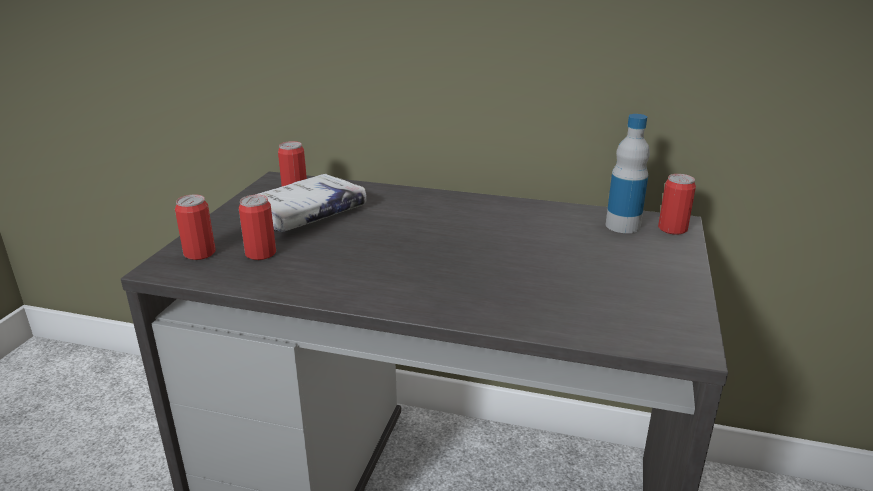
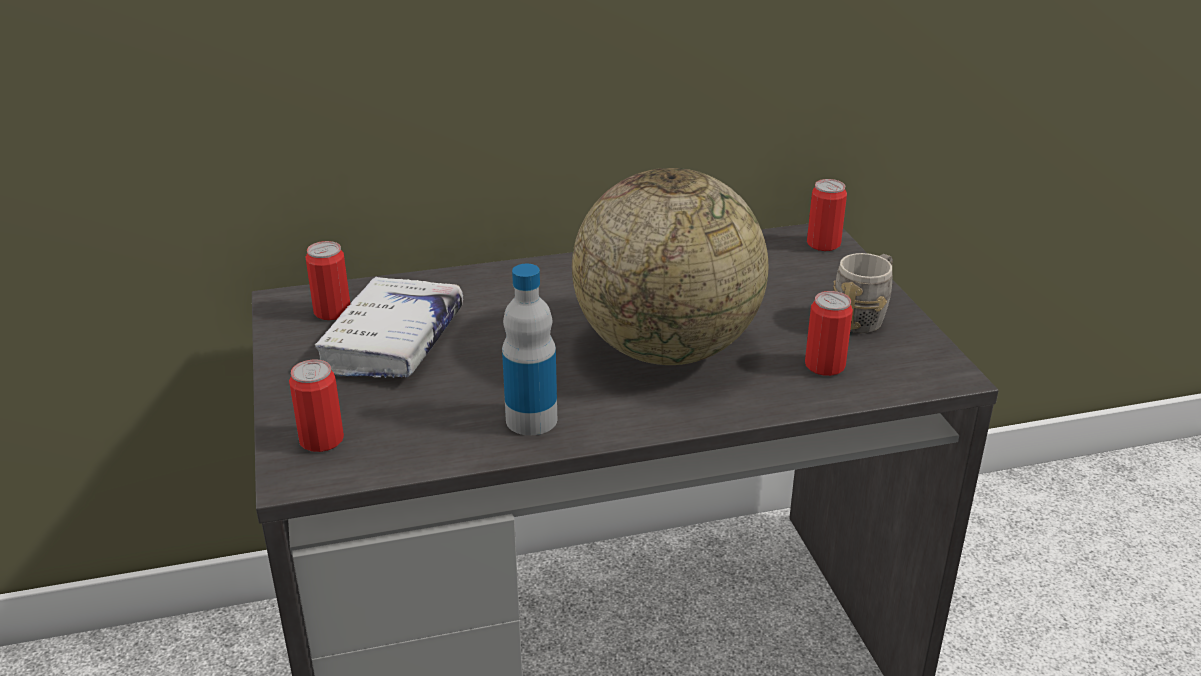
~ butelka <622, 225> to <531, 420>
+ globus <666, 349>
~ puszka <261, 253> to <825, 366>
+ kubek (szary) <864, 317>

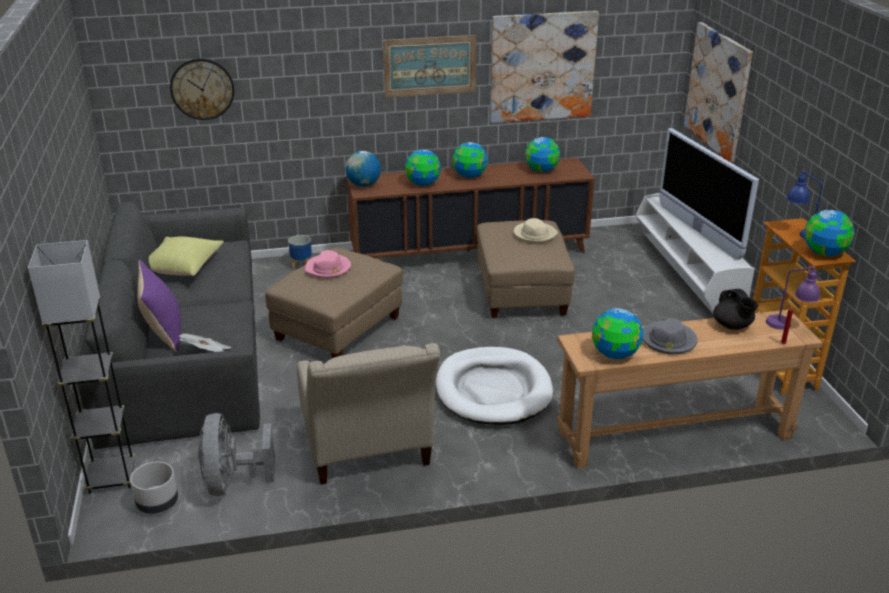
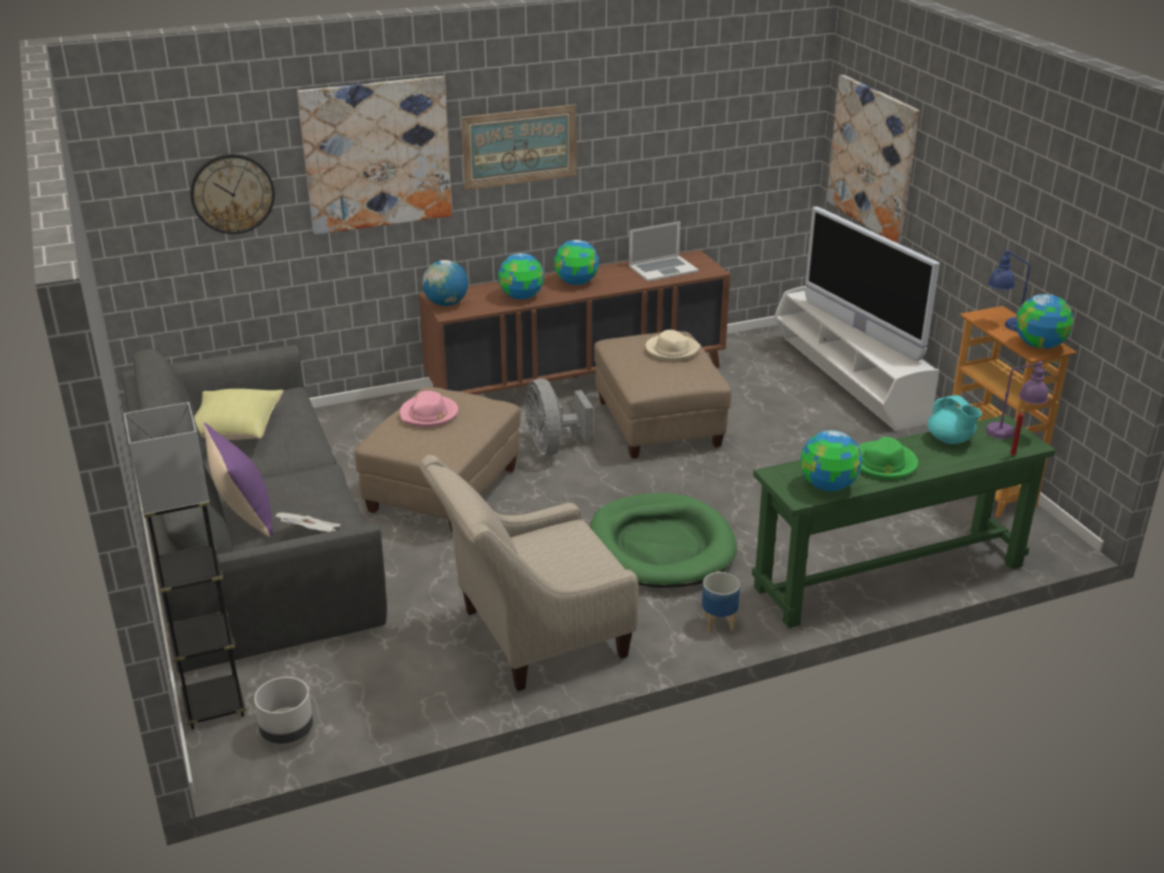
~ obraz <542, 67> to <377, 155>
~ fotel (beżowy) <368, 451> = <532, 637> 90 degrees clockwise
~ wentylator (szary) <232, 482> to <553, 447>
~ legowisko (biały) <493, 390> to legowisko (zielony) <660, 546>
~ globus <541, 170> to laptop <663, 269>
~ donica <302, 266> to <718, 622>
~ stolik konsolowy (brązowy) <674, 434> to stolik konsolowy (zielony) <889, 576>
~ kapelusz (szary) <668, 340> to kapelusz (zielony) <883, 464>
~ imbryk (czarny) <732, 326> to imbryk (turkusowy) <950, 440>

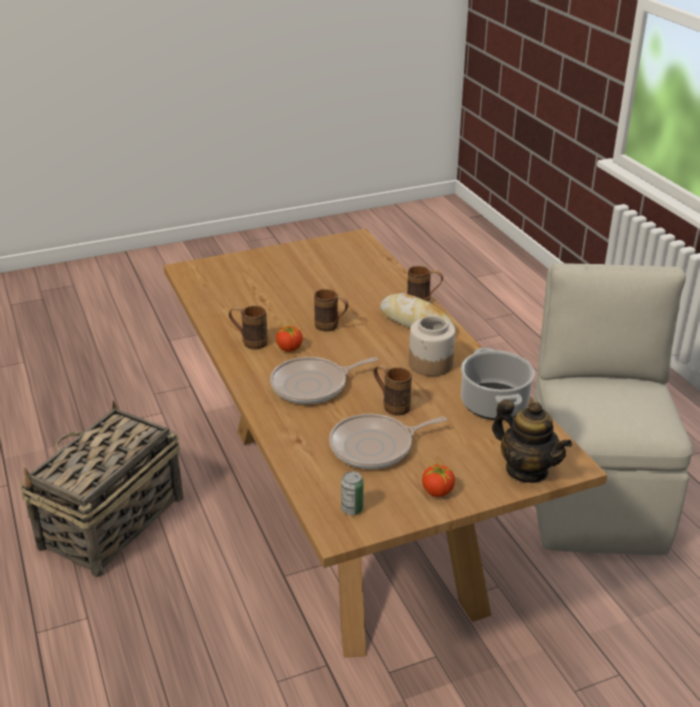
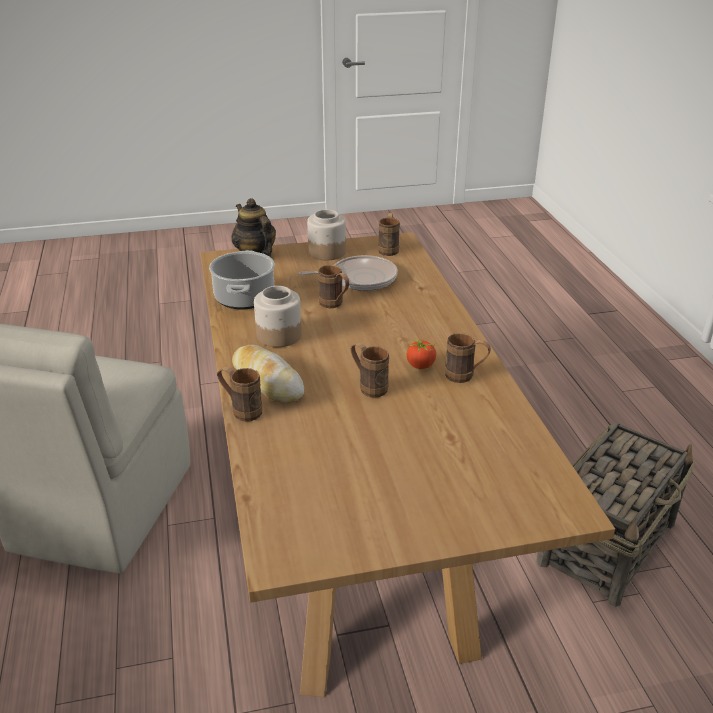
~ pomidor <437, 491> to słoik <326, 252>
~ puszka <352, 509> to kubek (brązowy) <389, 249>
- patelnia <313, 385>

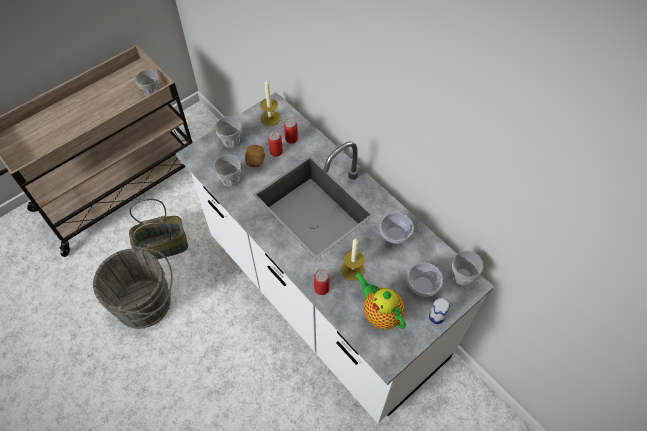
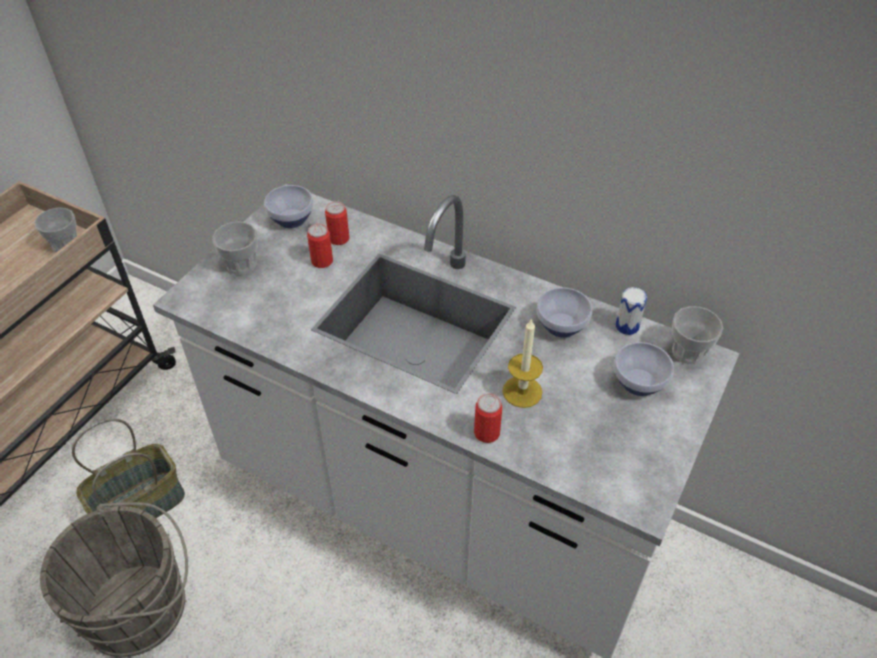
~ świeca <270, 118> to miska <293, 219>
~ puszka <436, 316> to <627, 326>
- filiżanka <230, 179>
- ziemniak <255, 160>
- imbryk <380, 313>

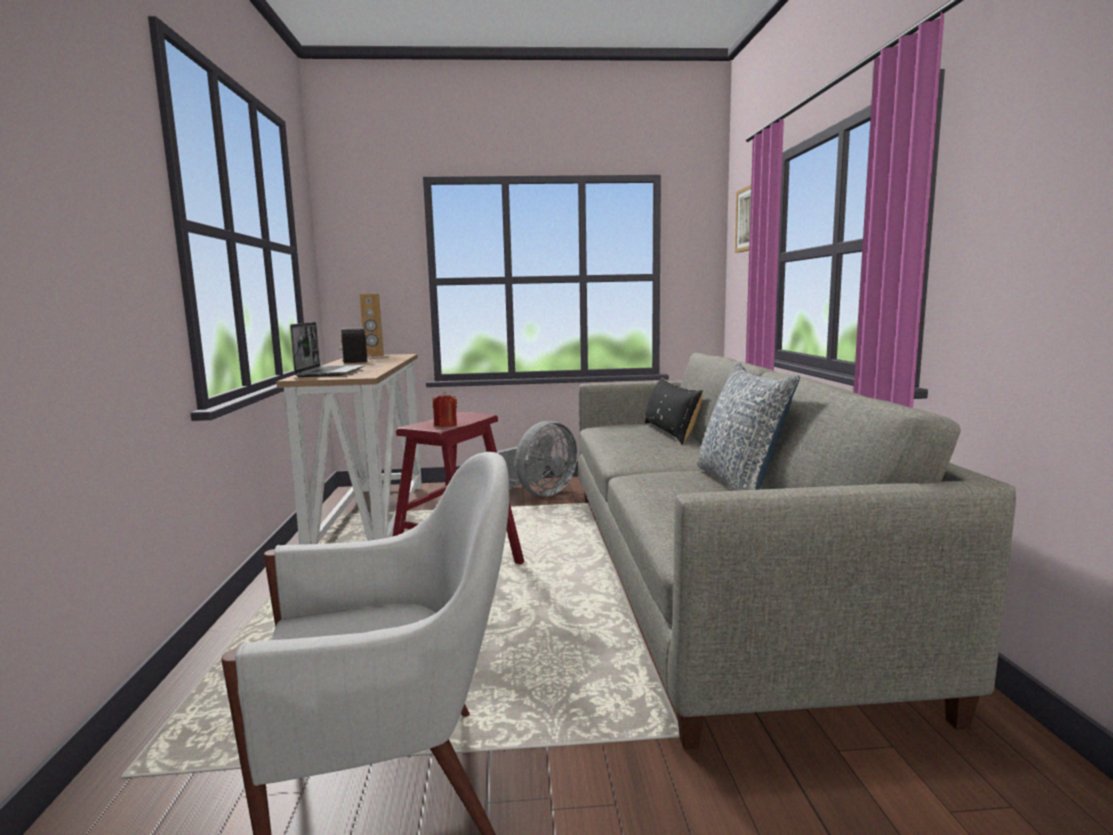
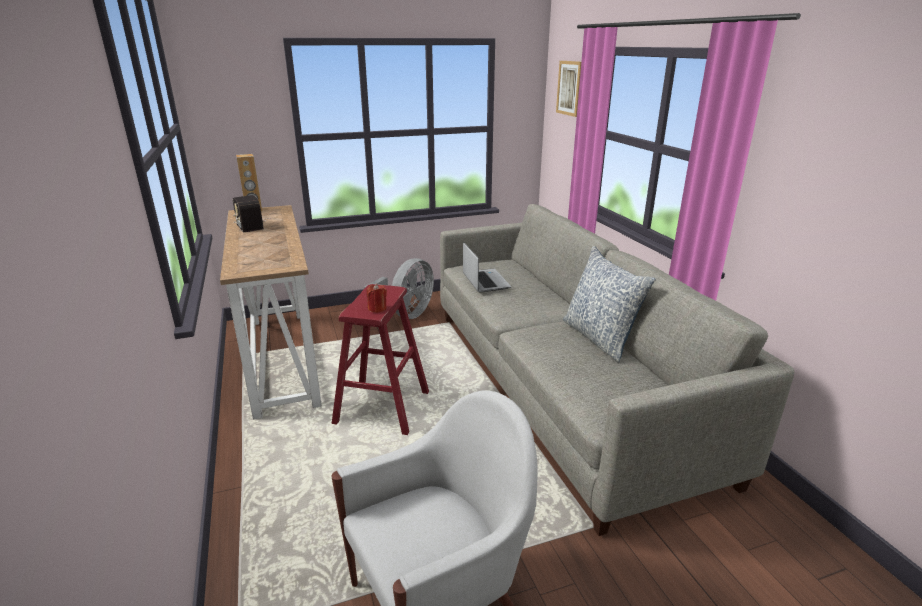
~ laptop <330, 372> to <485, 281>
- poduszka (czarny) <670, 432>

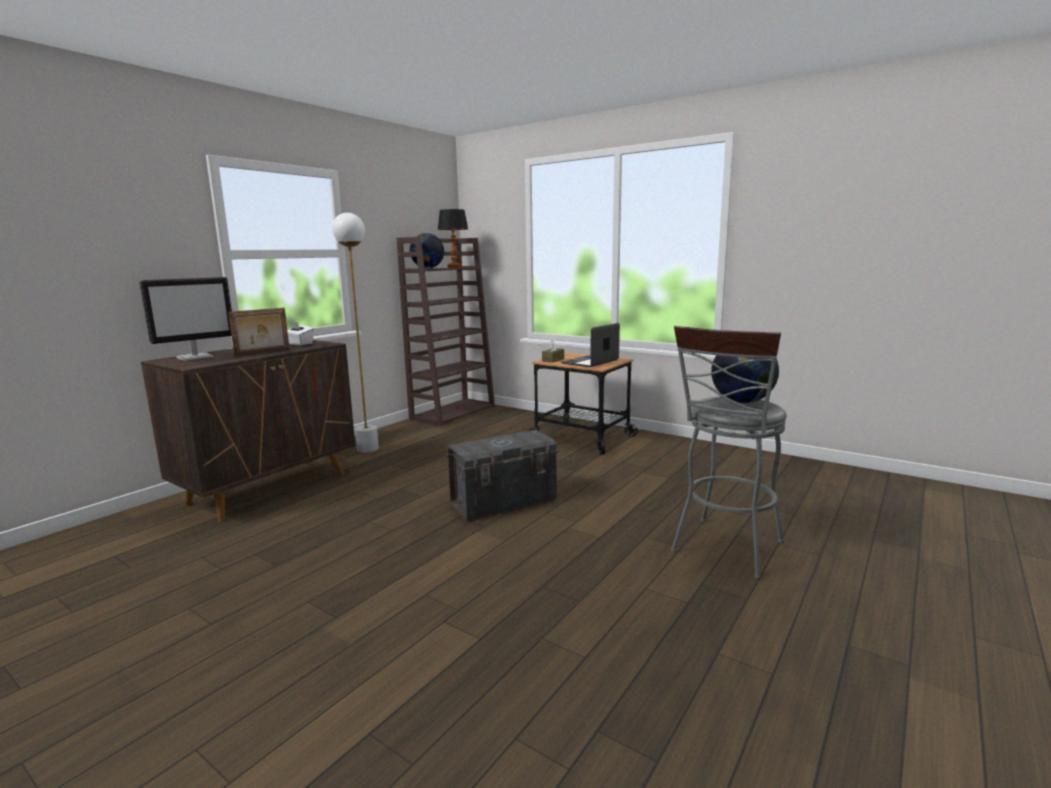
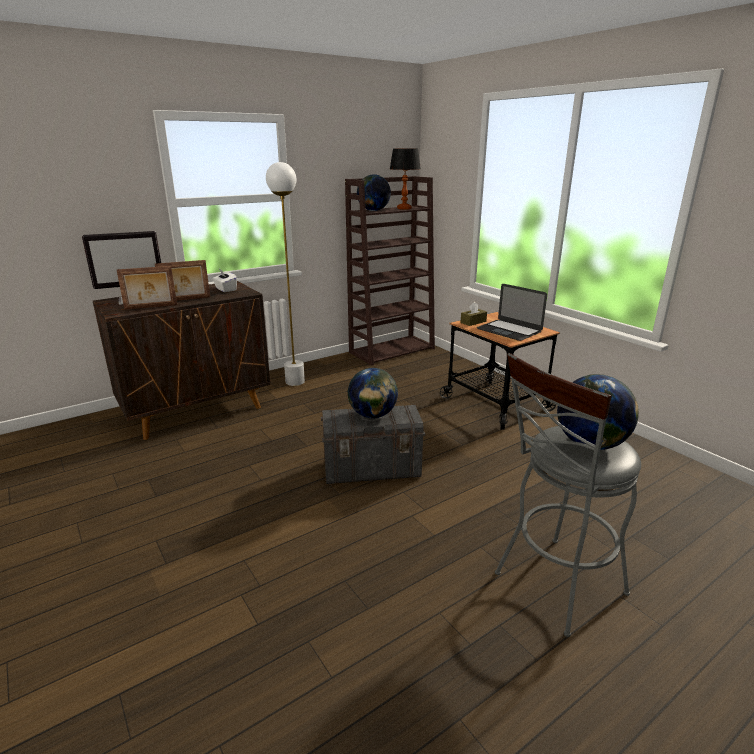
+ ramka na zdjęcie <151, 307>
+ globus <372, 415>
~ laptop <590, 362> = <509, 330> 105 degrees counterclockwise

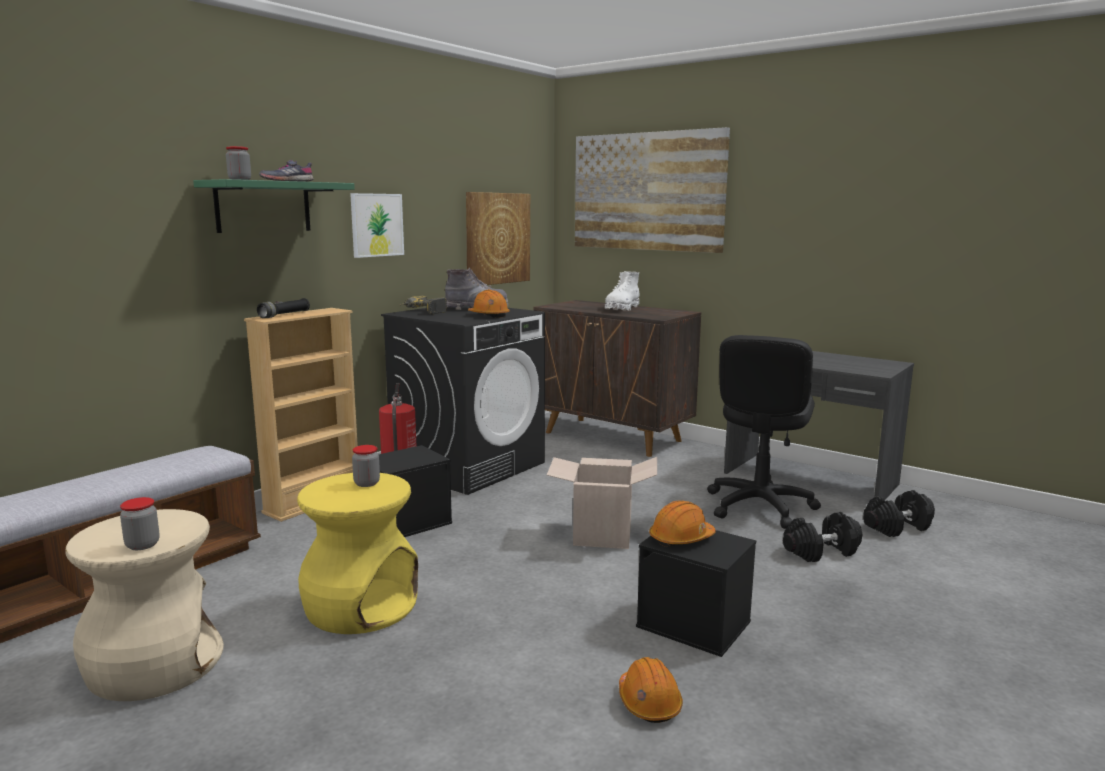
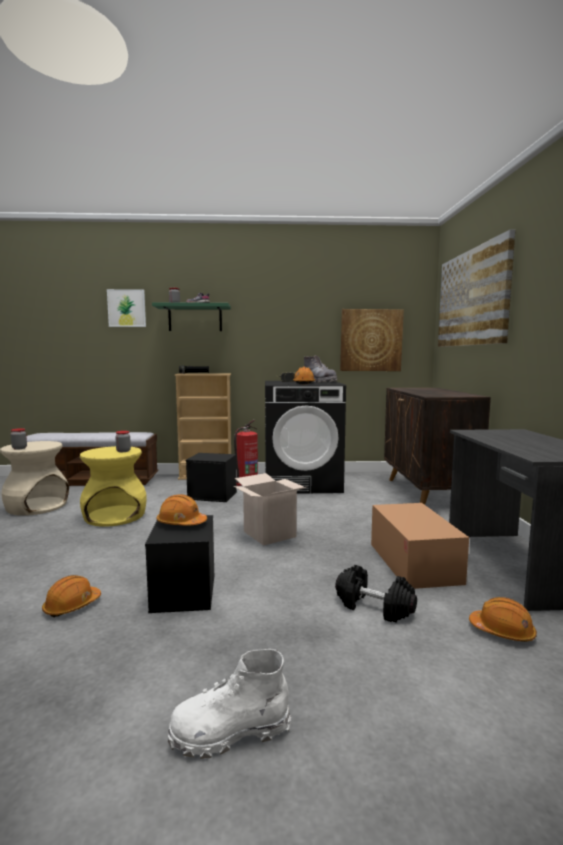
~ obraz <377, 225> to <126, 308>
~ but z cholewką (biały) <622, 308> to <230, 732>
~ krzesło biurowe (czarny) <759, 506> to karton <413, 562>
~ hantel (czarny) <897, 528> to kask (pomarańczowy) <502, 631>

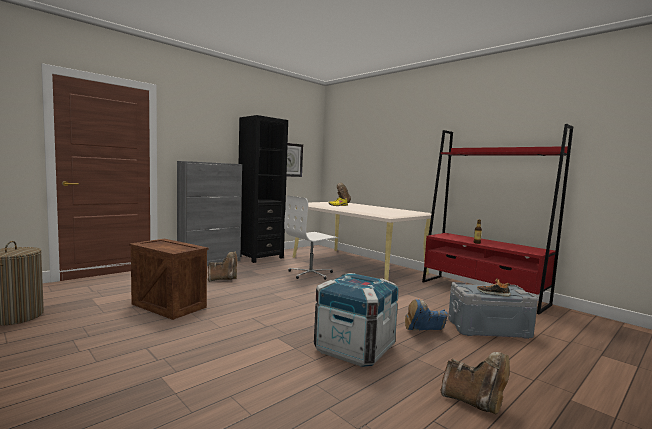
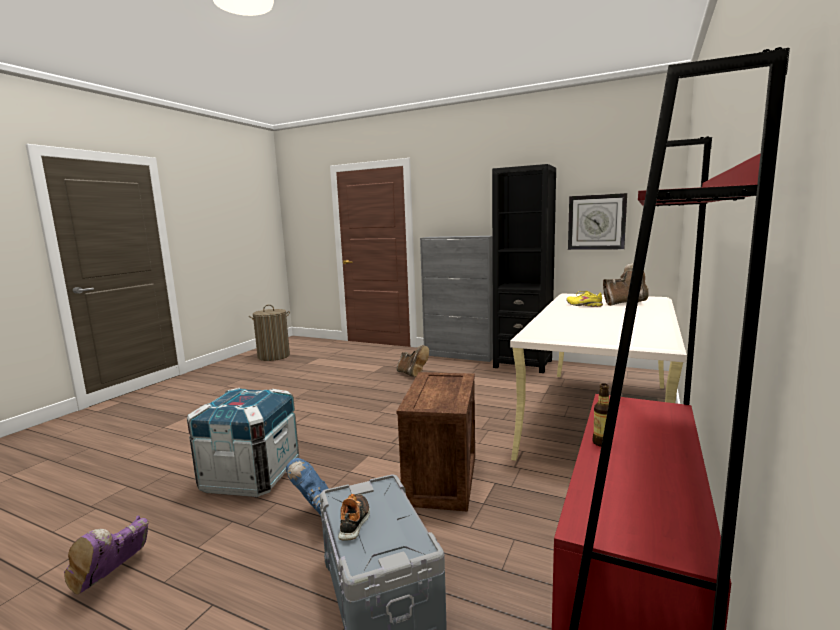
~ but z cholewką (brązowy) <474, 403> to but z cholewką (fioletowy) <113, 577>
~ skrzynka <170, 305> to <443, 480>
- krzesło biurowe (biały) <311, 274>

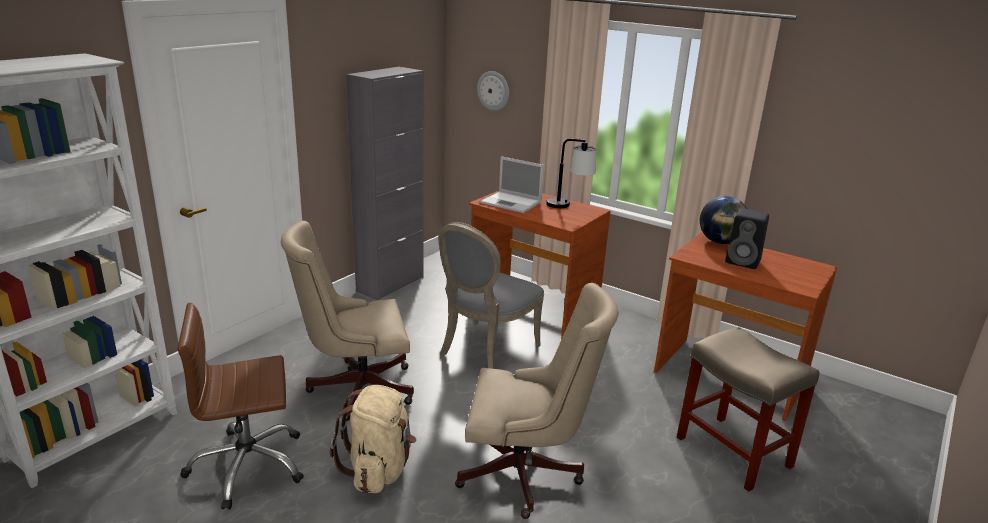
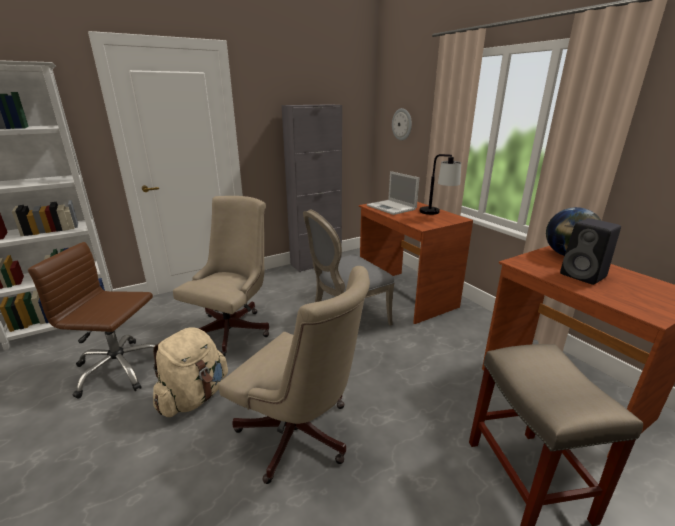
~ krzesło biurowe (beżowy) <355, 388> = <233, 329> 105 degrees clockwise

